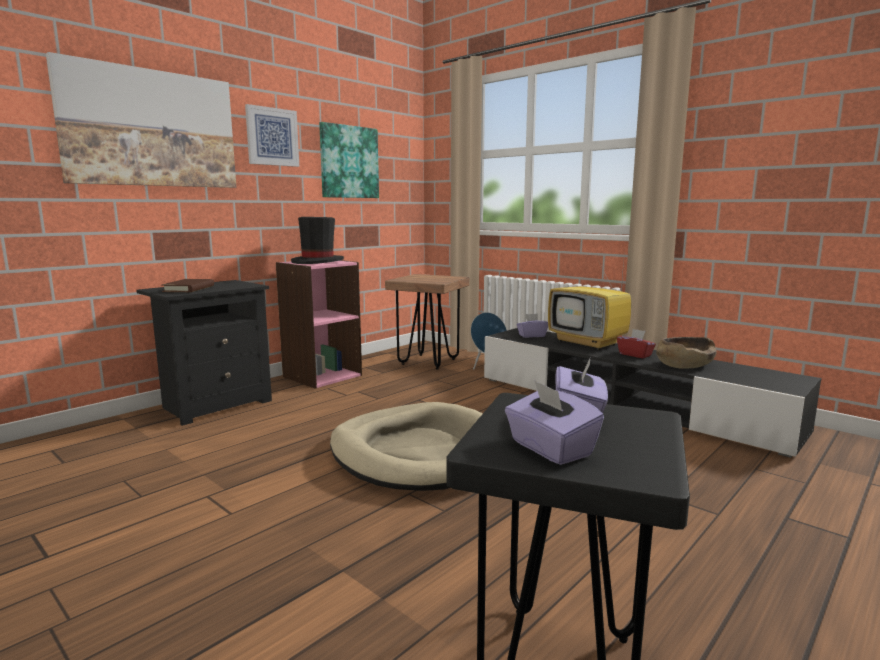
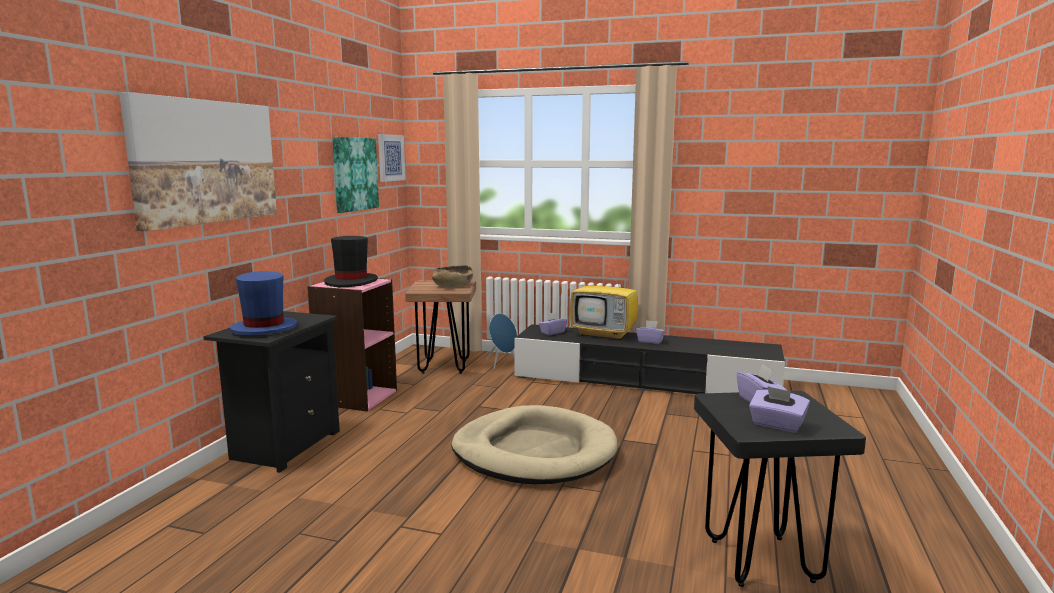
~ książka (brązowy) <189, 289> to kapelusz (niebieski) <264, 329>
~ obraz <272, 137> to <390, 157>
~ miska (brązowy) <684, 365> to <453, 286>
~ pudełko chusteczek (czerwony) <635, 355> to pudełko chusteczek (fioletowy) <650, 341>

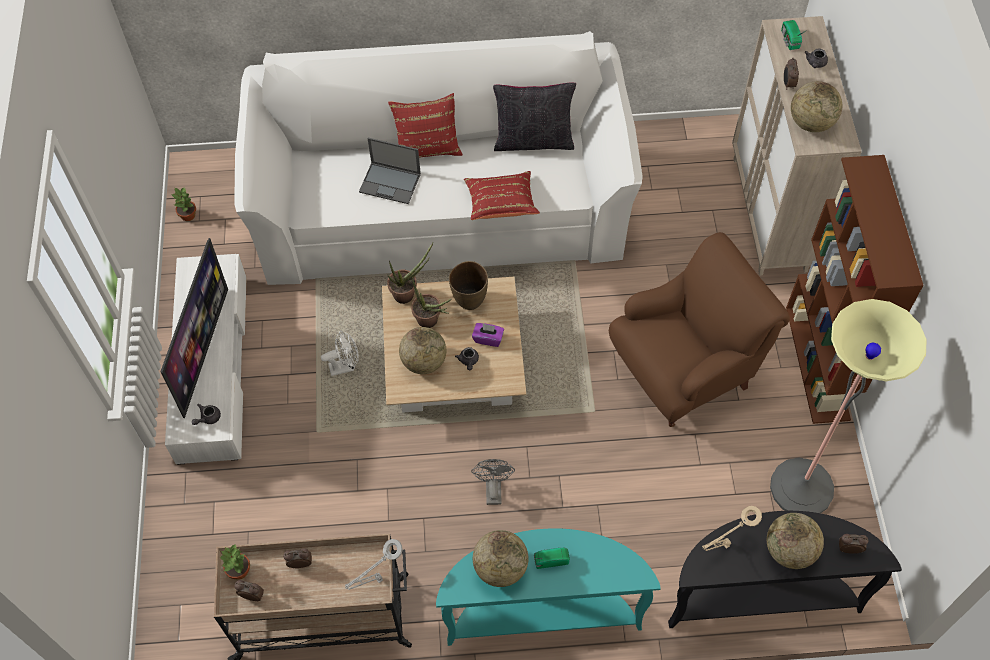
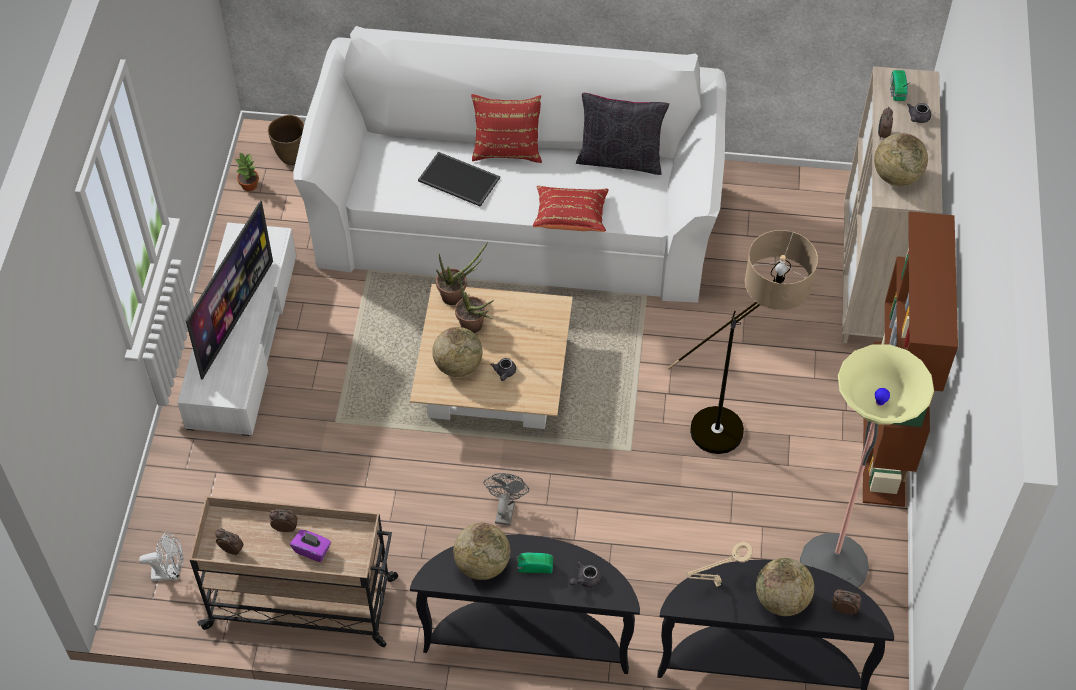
~ wentylator (biały) <345, 366> to <170, 572>
~ wazon (brązowy) <470, 301> to <291, 157>
~ pudełko chusteczek (fioletowy) <488, 338> to <312, 550>
~ stolik konsolowy (turkusowy) <542, 611> to stolik konsolowy (czarny) <528, 637>
~ laptop <391, 183> to taca <460, 179>
~ imbryk (szary) <208, 418> to <585, 580>
~ fotel (brązowy) <684, 370> to lampa stojąca <737, 425>
- roślina doniczkowa <239, 571>
- lampa stołowa (szary) <377, 581>

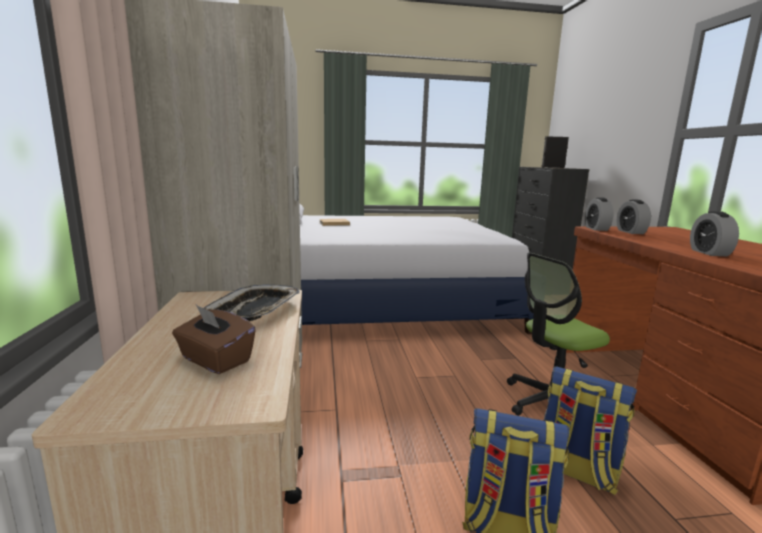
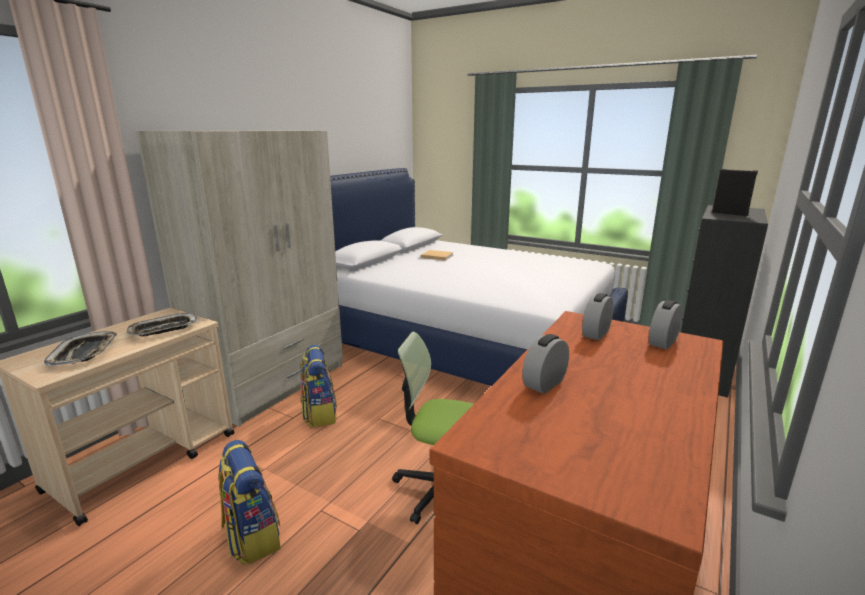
~ pudełko chusteczek (brązowy) <215, 360> to taca <84, 353>
~ plecak <576, 471> to <319, 414>
~ budzik <596, 229> to <663, 342>

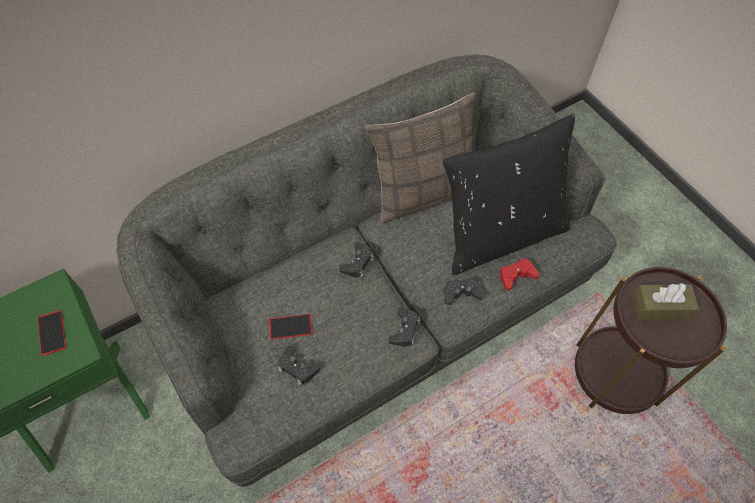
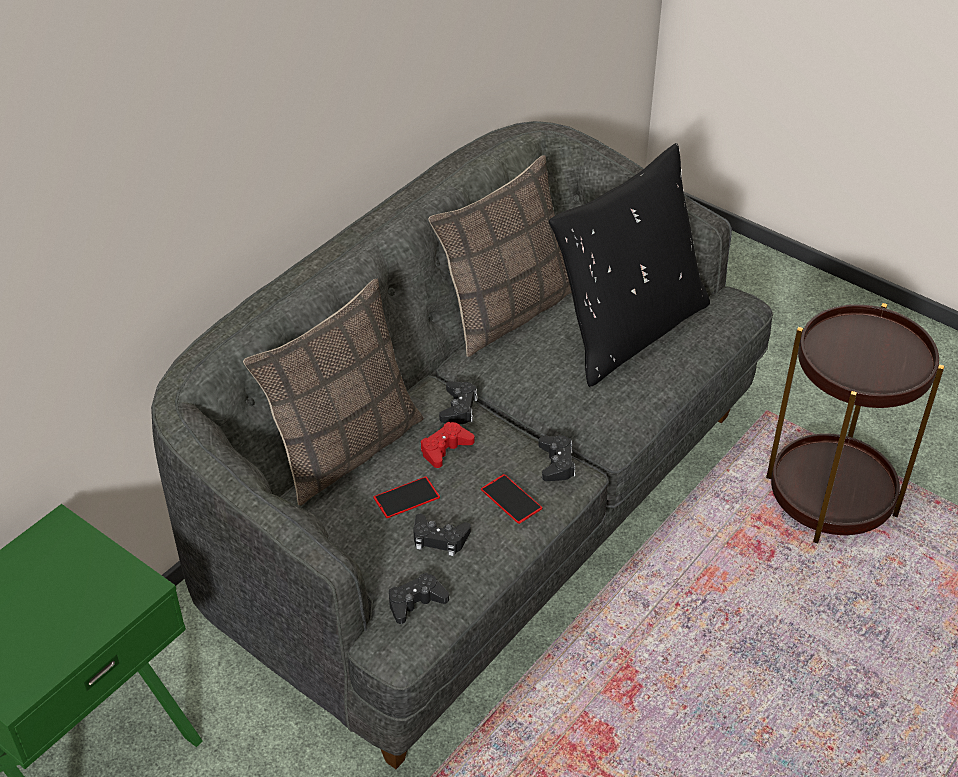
+ poduszka <344, 448>
~ pad do gier (czarny) <461, 293> to <416, 602>
~ pad do gier (czerwony) <516, 276> to <445, 449>
~ telefon <51, 332> to <511, 499>
- pudełko chusteczek (brązowy) <660, 307>

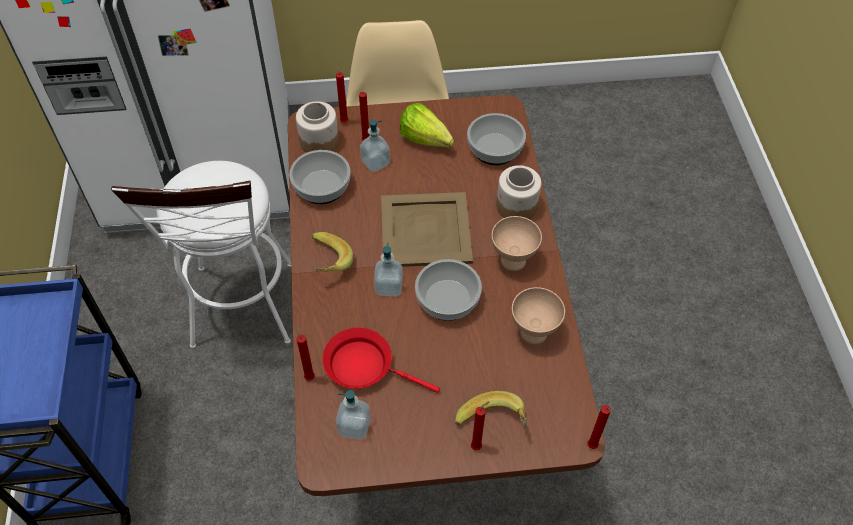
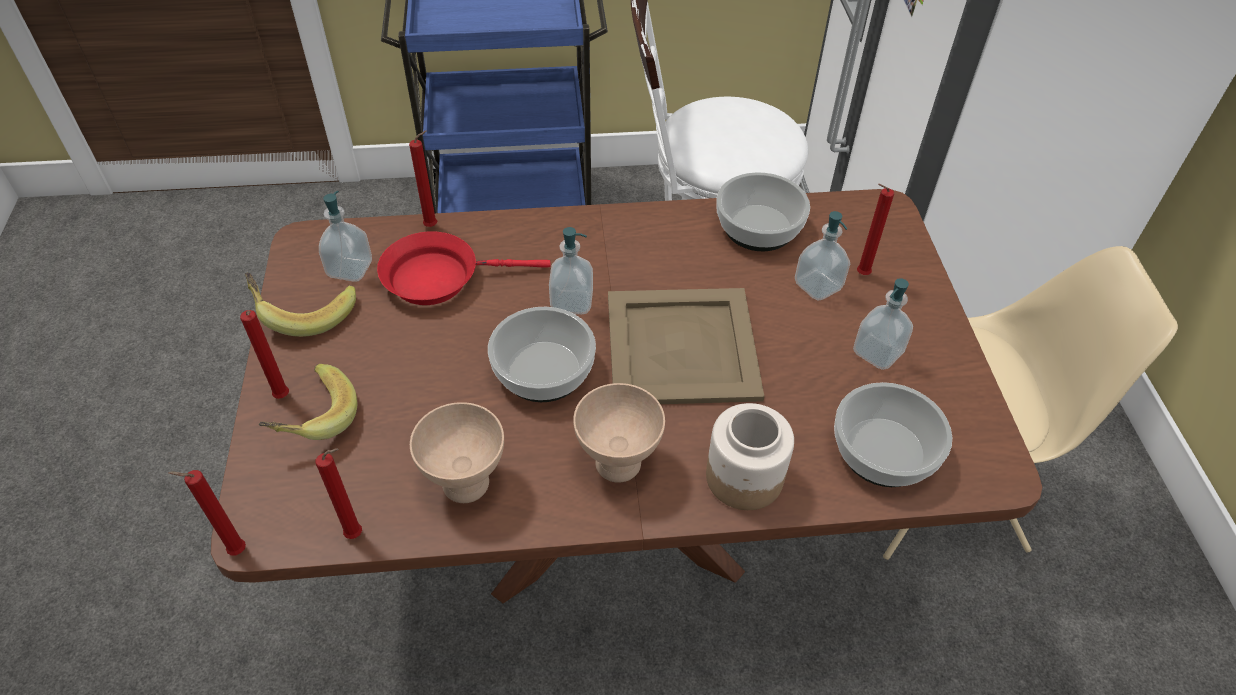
~ banan <326, 263> to <304, 312>
~ świeca (czerwony) <344, 121> to <357, 534>
~ patelnia (czerwony) <364, 366> = <439, 277> 120 degrees counterclockwise
~ sałata <428, 142> to dozownik mydła <877, 352>
- słoik <319, 141>

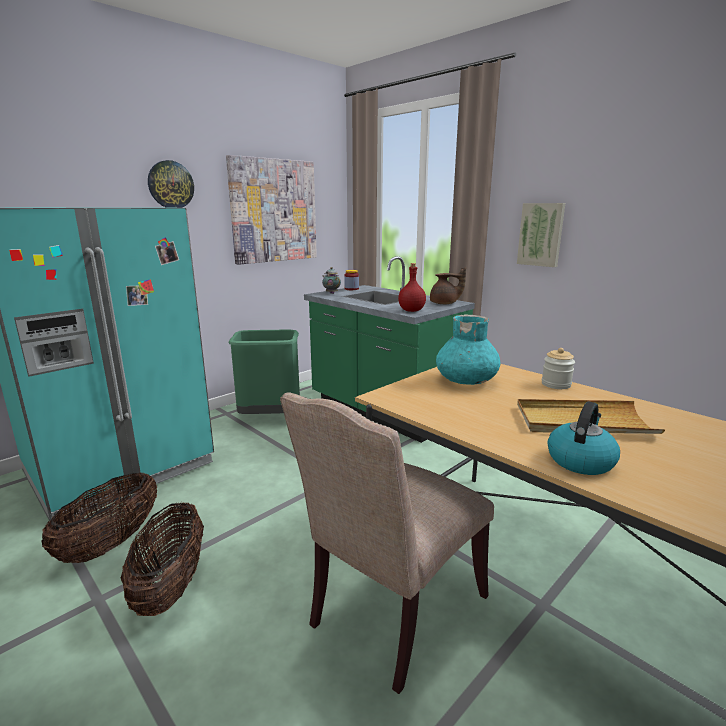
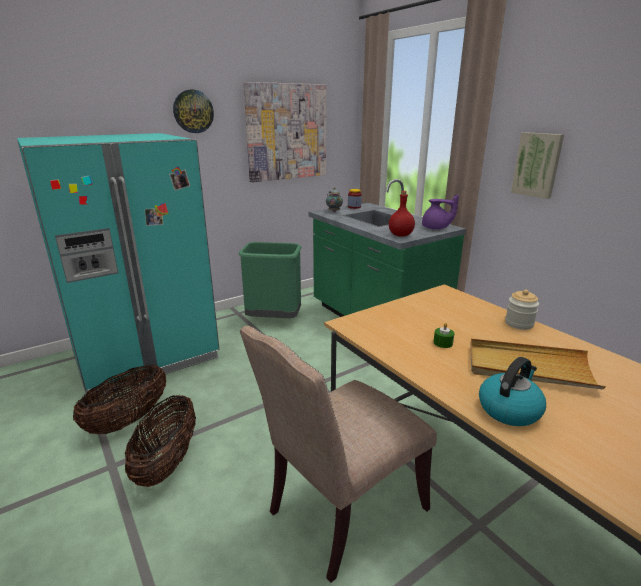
~ imbryk (brązowy) <444, 303> to imbryk (fioletowy) <436, 228>
+ świeca (zielony) <443, 343>
- wazon (turkusowy) <466, 380>

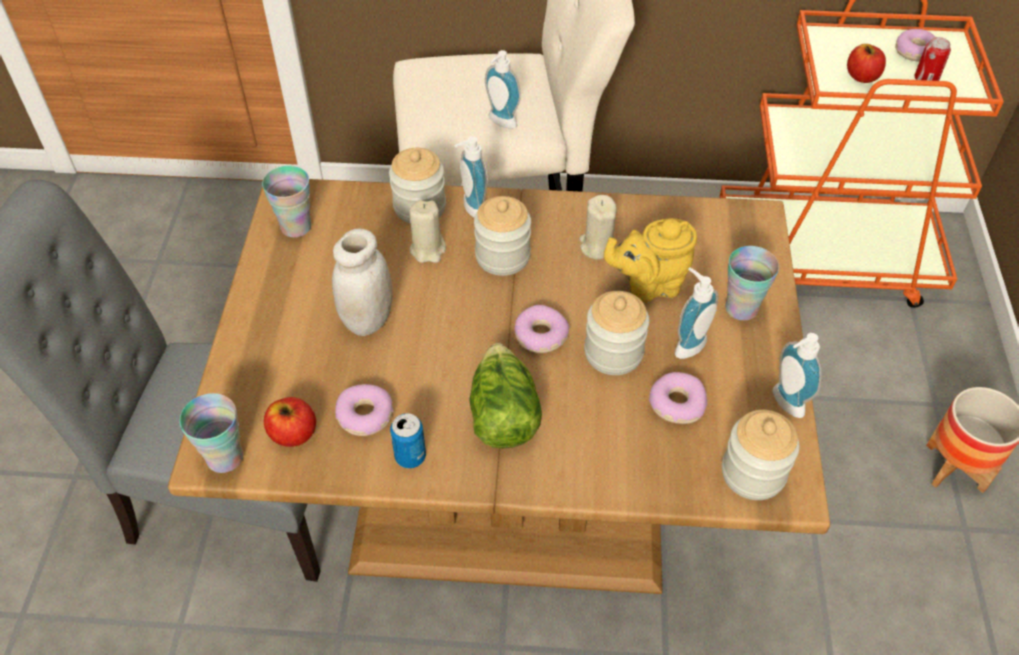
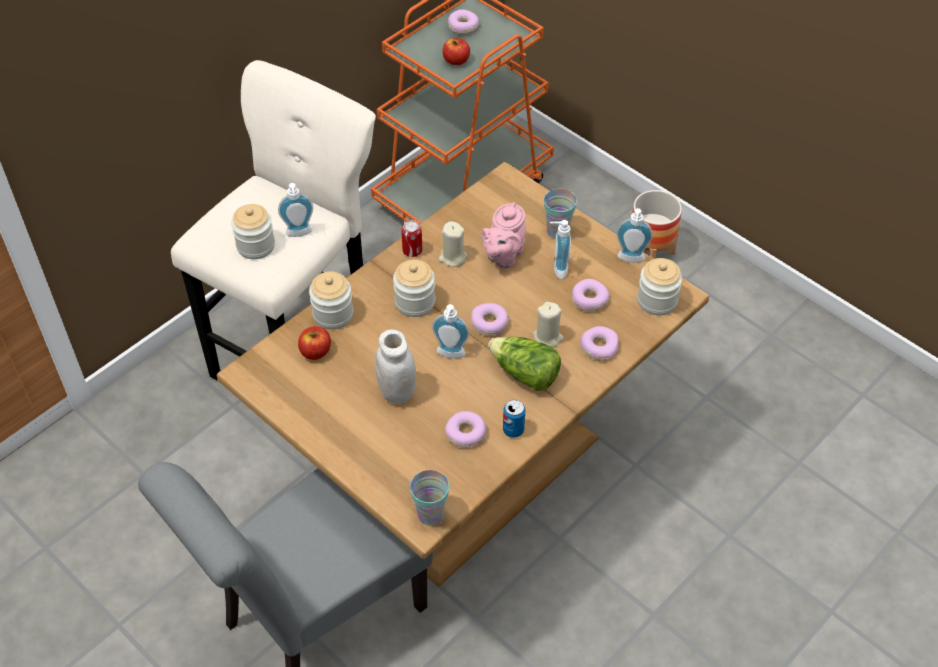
~ słoik <613, 352> to <256, 246>
~ jabłko <293, 434> to <315, 352>
~ puszka <925, 79> to <412, 251>
~ dozownik mydła <471, 210> to <450, 355>
~ imbryk (żółty) <648, 285> to imbryk (różowy) <503, 256>
~ świeca (beżowy) <428, 250> to <548, 337>
+ donut <598, 347>
- filiżanka <296, 227>

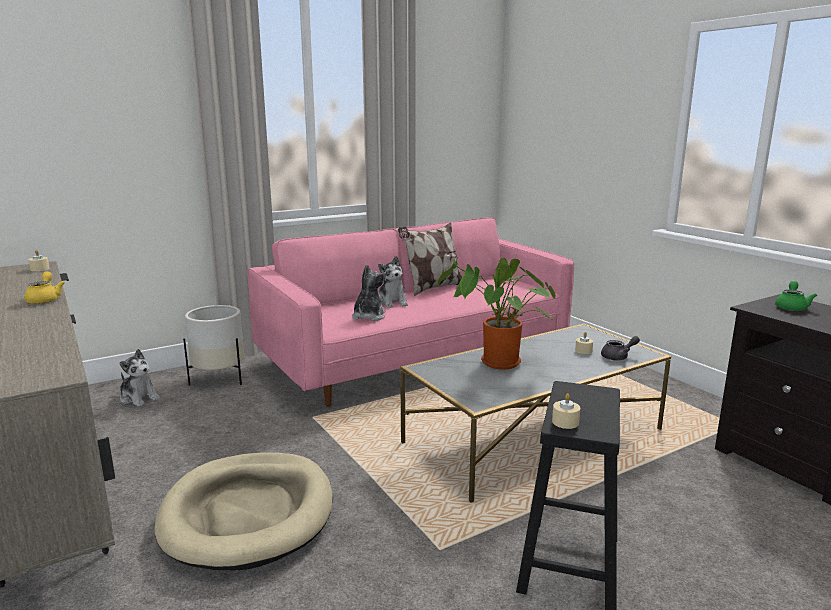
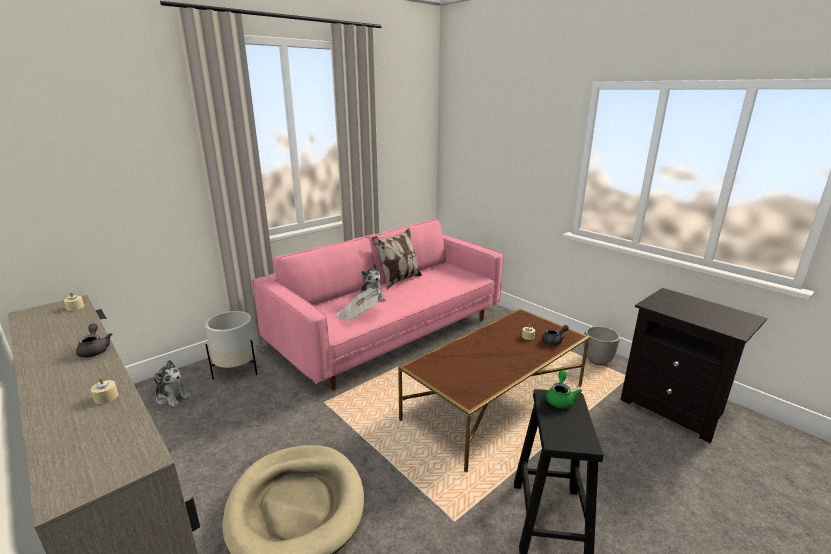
~ imbryk (żółty) <45, 299> to imbryk (szary) <95, 350>
~ świeca (beżowy) <565, 422> to <106, 397>
~ pluszak <368, 316> to gazeta <358, 315>
~ ława (szary) <533, 436> to ława (brązowy) <495, 402>
~ imbryk (zielony) <791, 307> to <560, 399>
+ donica <598, 361>
- roślina doniczkowa <497, 364>

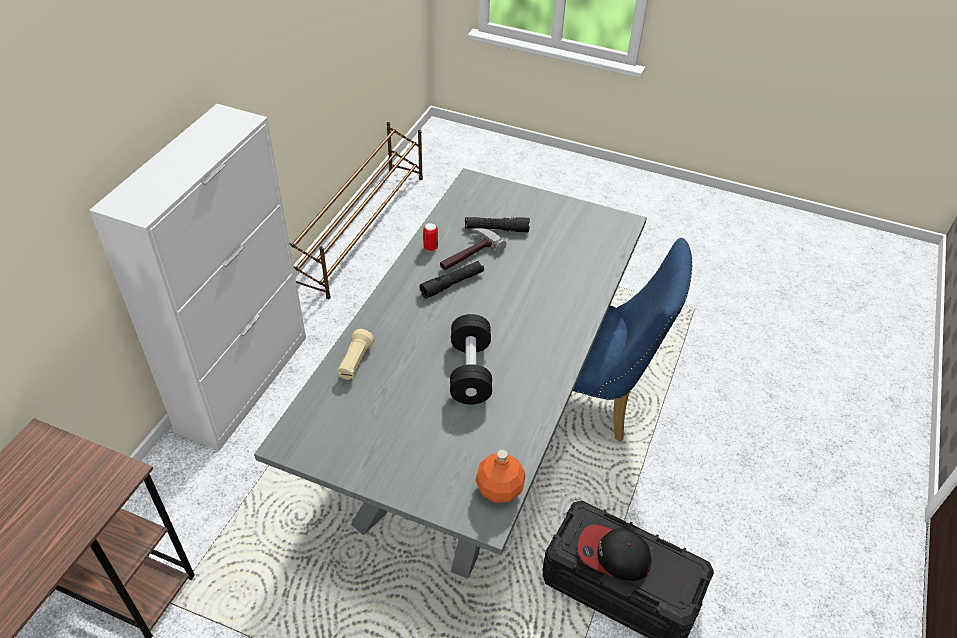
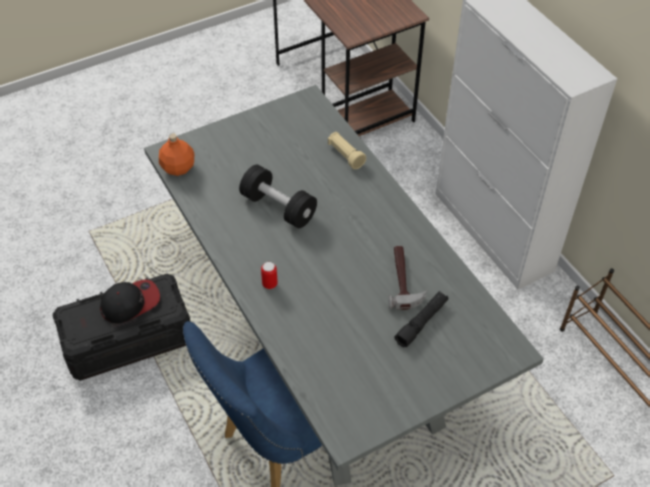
~ puszka <430, 248> to <270, 284>
- latarka (czarny) <452, 284>

